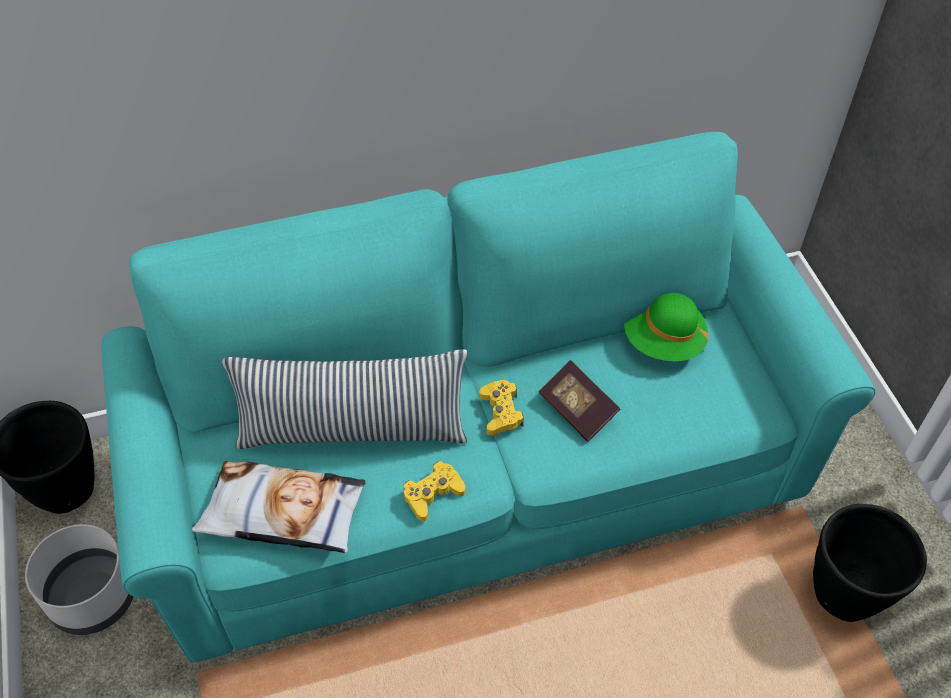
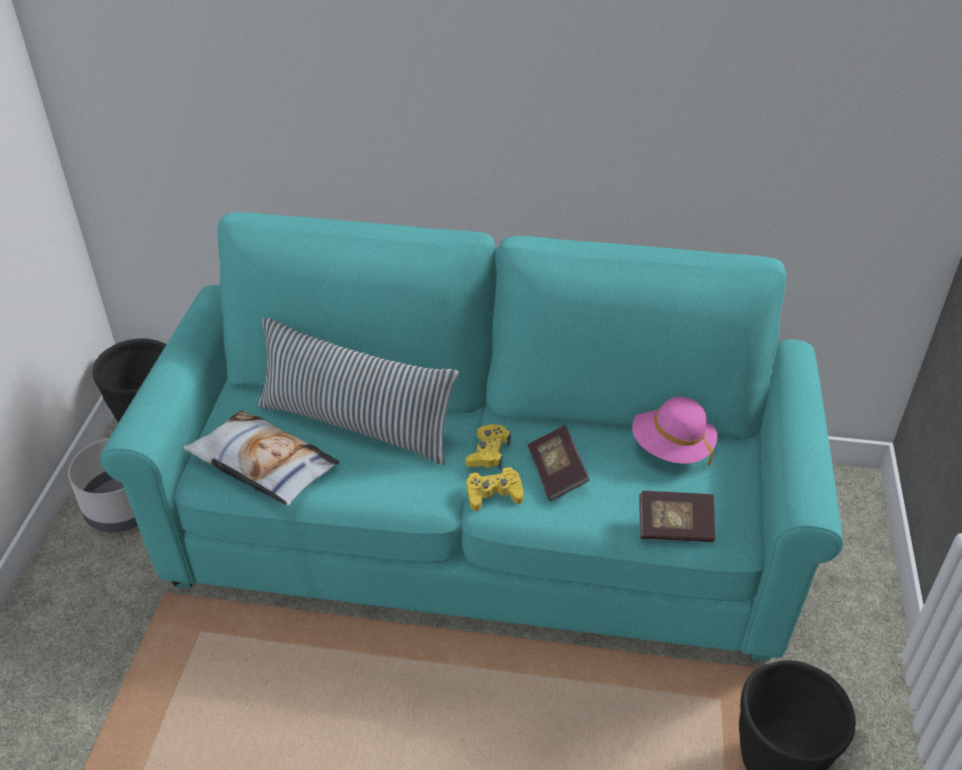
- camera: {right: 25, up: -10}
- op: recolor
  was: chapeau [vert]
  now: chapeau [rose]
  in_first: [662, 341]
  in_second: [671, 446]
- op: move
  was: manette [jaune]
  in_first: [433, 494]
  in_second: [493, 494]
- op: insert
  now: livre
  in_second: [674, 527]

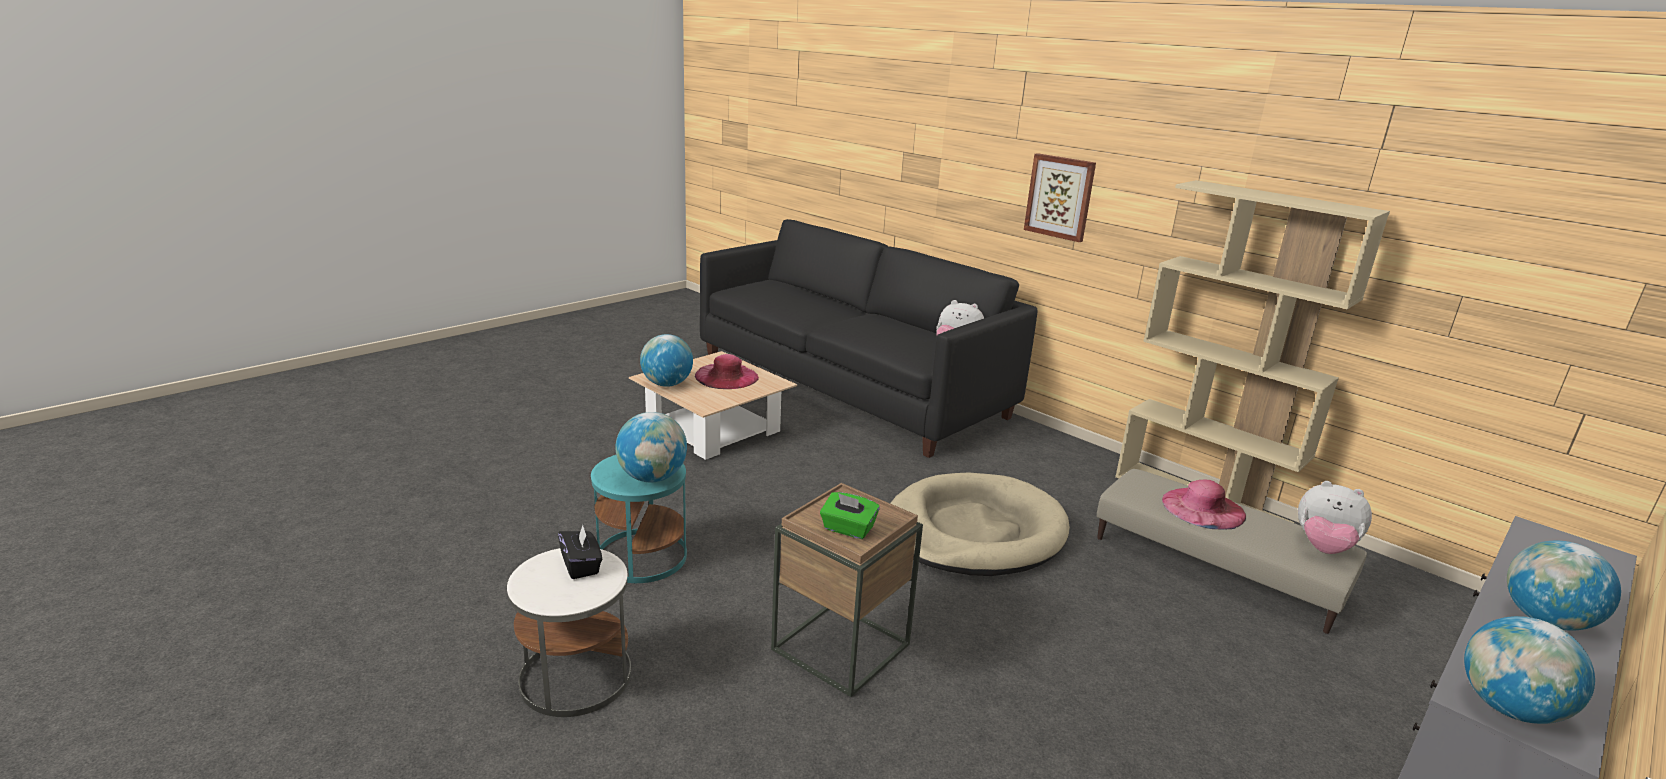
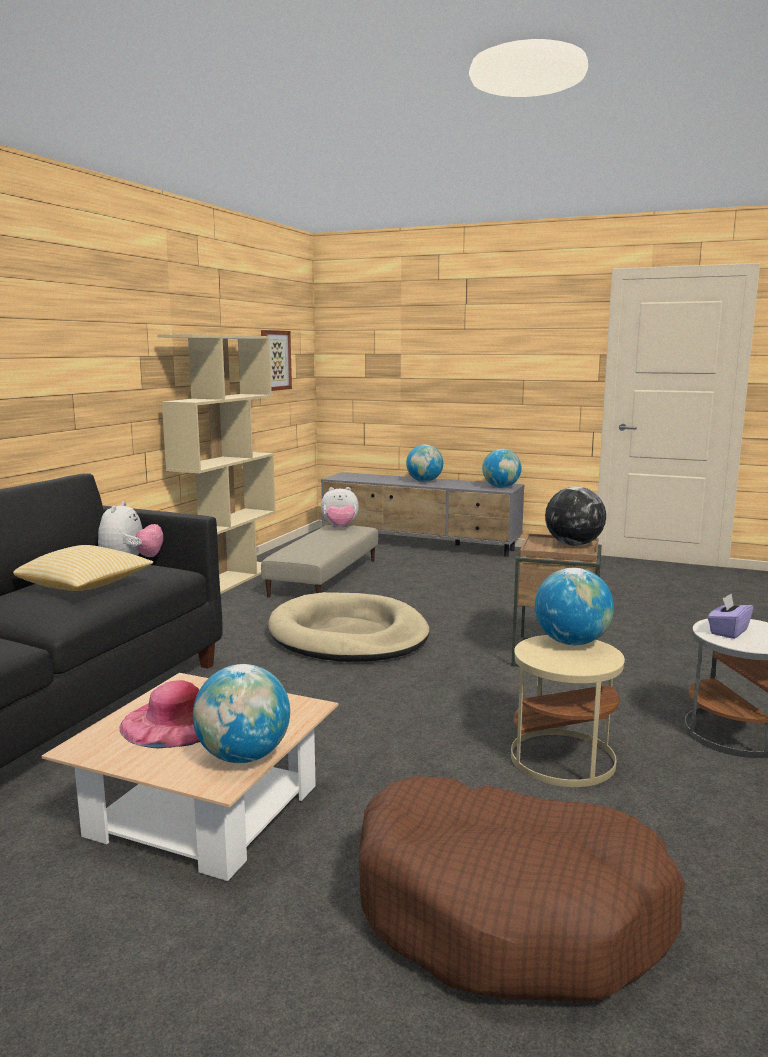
- camera: {right: -110, up: -10}
- op: move
  was: tableau
  in_first: [1060, 197]
  in_second: [274, 360]
- op: recolor
  was: table d'appoint [turquoise]
  now: table d'appoint [beige]
  in_first: [641, 557]
  in_second: [563, 759]
- op: delete
  was: chapeau [rose]
  in_first: [1203, 508]
- op: rotate
  was: peluche
  in_first: [1323, 548]
  in_second: [340, 527]
  clockwise: 75
- op: replace
  was: boîte à mouchoirs [vert]
  now: globe
  in_first: [848, 529]
  in_second: [573, 545]
- op: recolor
  was: boîte à mouchoirs [noir]
  now: boîte à mouchoirs [violet]
  in_first: [581, 565]
  in_second: [728, 631]
- op: insert
  now: coussin
  in_second: [85, 586]
- op: insert
  now: panier pour chien [marron]
  in_second: [509, 911]

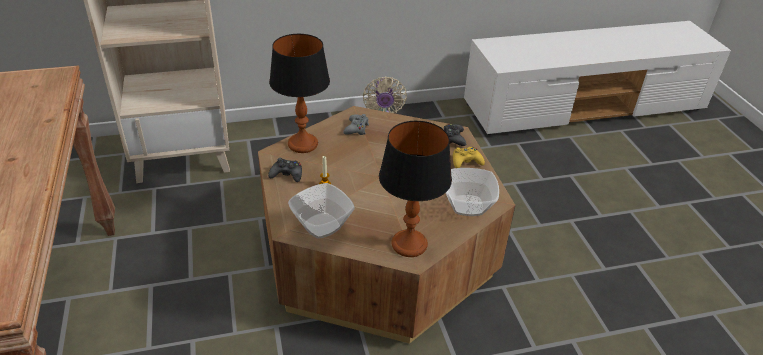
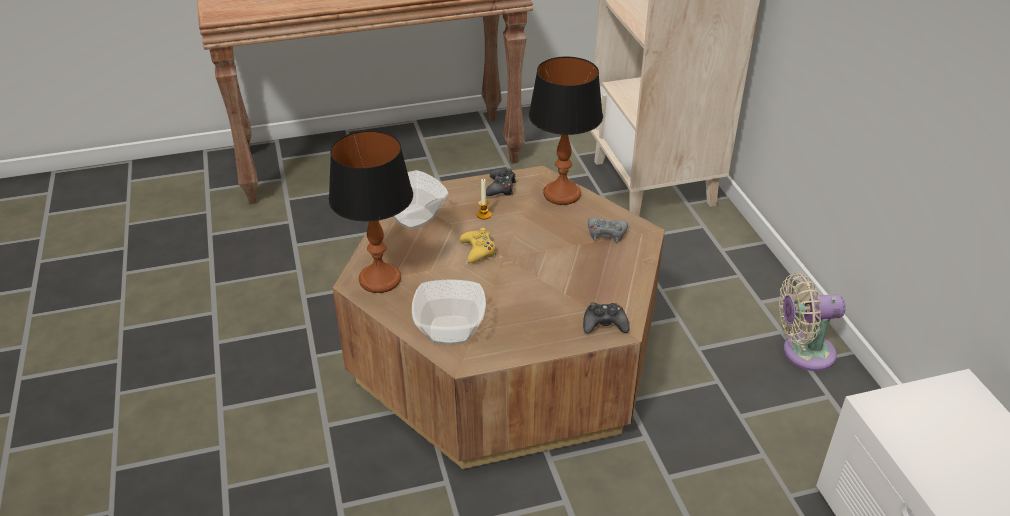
- camera: {right: 90, up: 0}
- op: move
  was: manette [jaune]
  in_first: [466, 161]
  in_second: [478, 250]

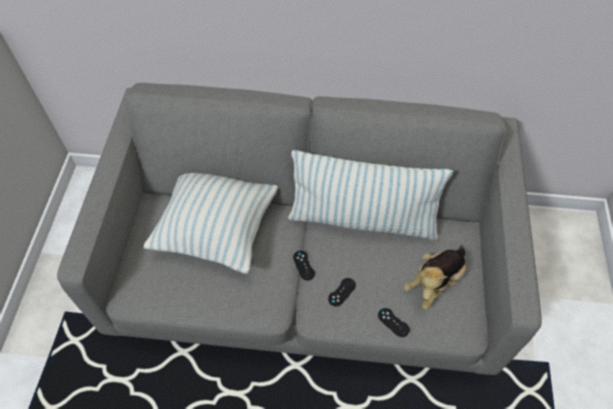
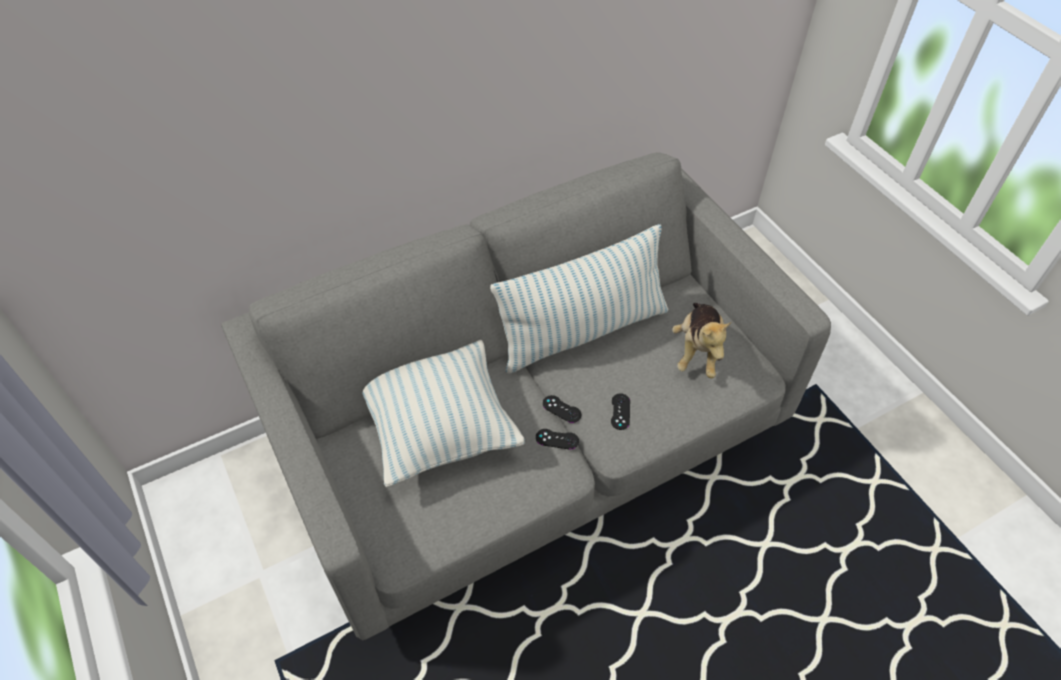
- camera: {right: -35, up: -5}
- op: move
  was: manette [noir]
  in_first: [393, 322]
  in_second: [557, 439]

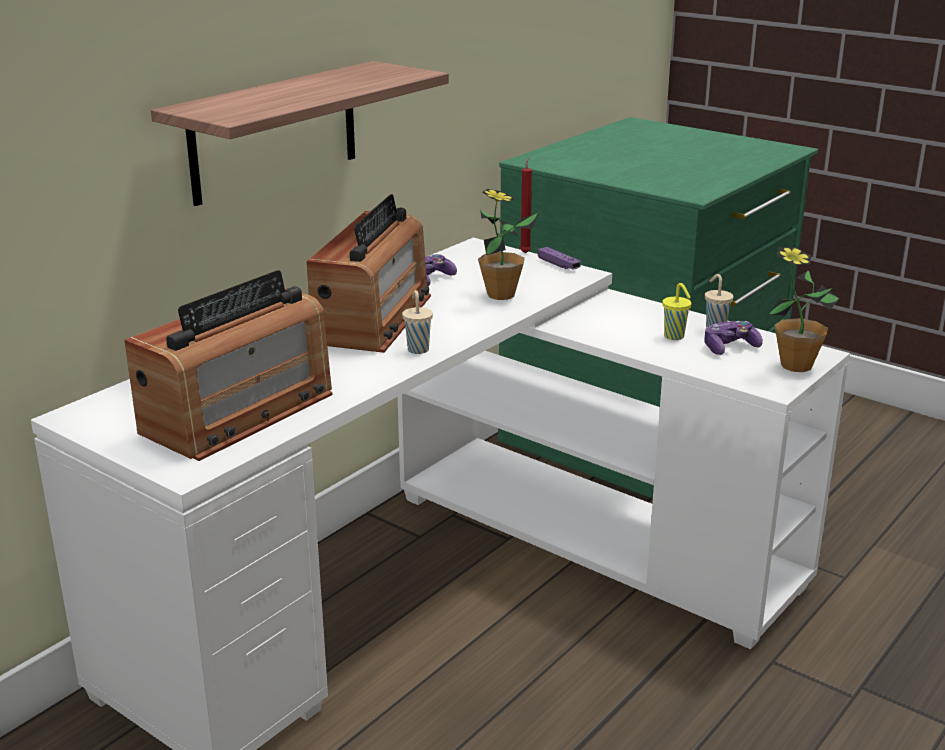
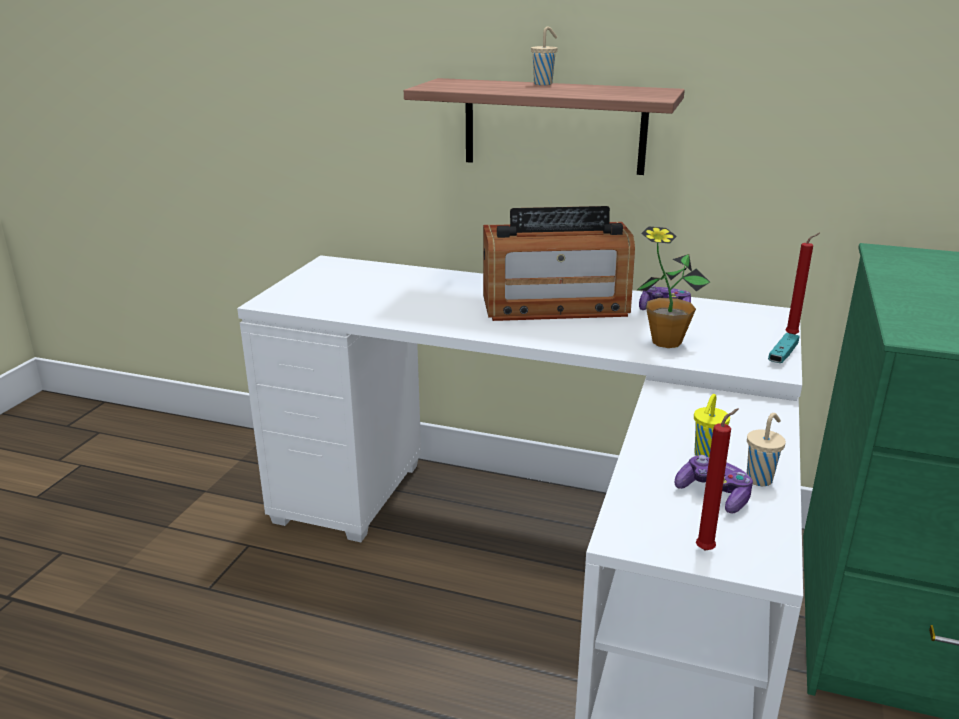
- camera: {right: 70, up: 0}
- op: recolor
  was: manette [violet]
  now: manette [turquoise]
  in_first: [558, 265]
  in_second: [782, 355]
- op: replace
  was: plante en pot
  now: bougie [rouge]
  in_first: [796, 366]
  in_second: [707, 549]
- op: delete
  was: radio
  in_first: [239, 413]
- op: move
  was: tasse [beige]
  in_first: [418, 349]
  in_second: [544, 84]

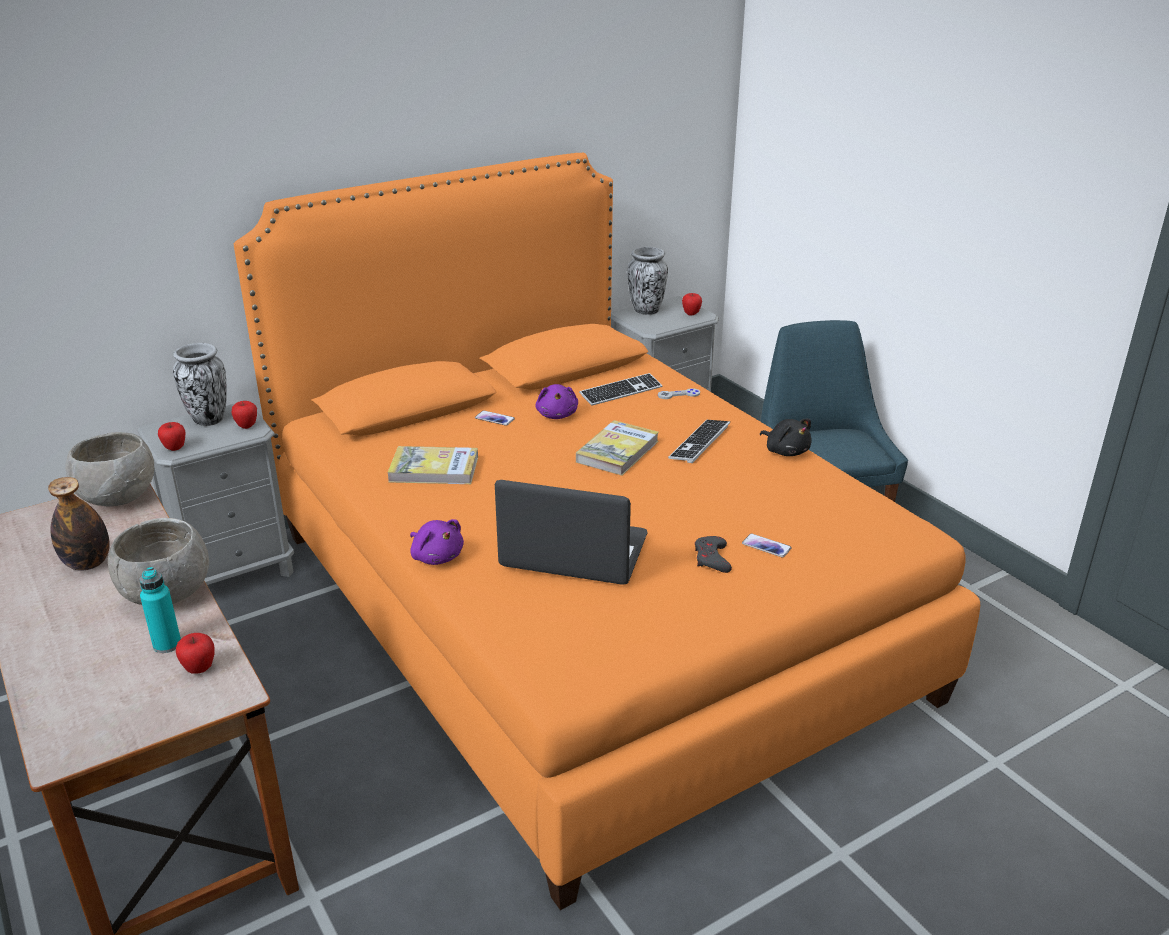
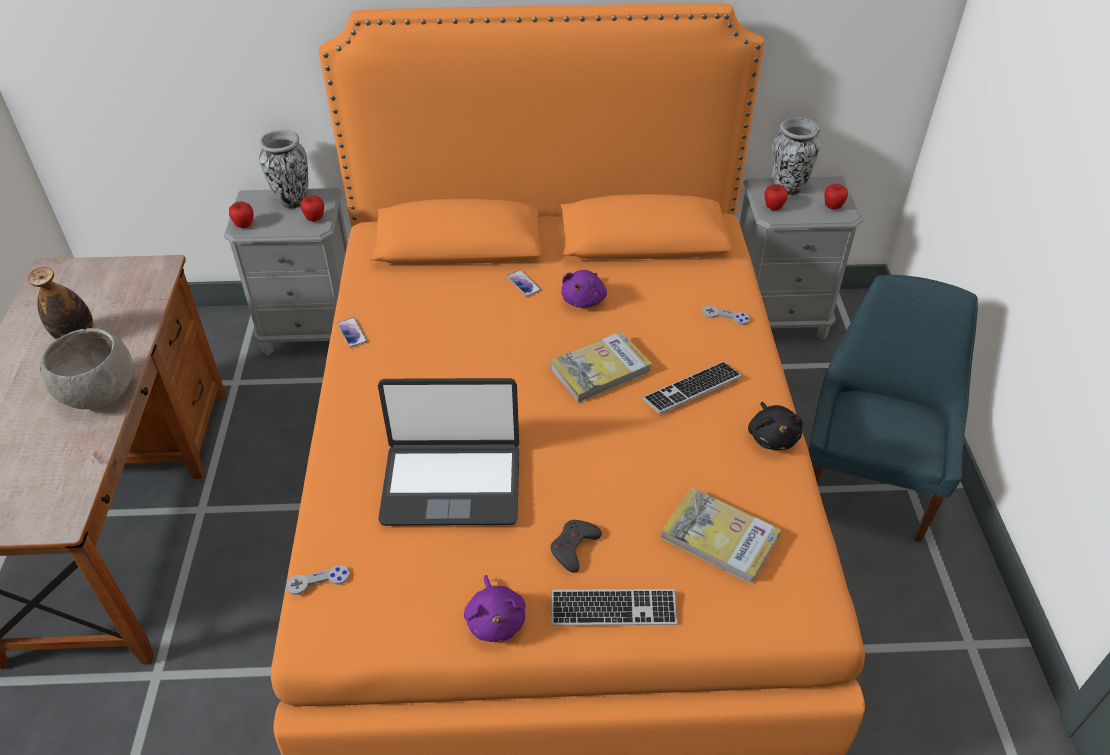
- camera: {right: 30, up: 15}
- op: move
  was: clavier
  in_first: [621, 391]
  in_second: [613, 609]
- op: delete
  was: bol [gris]
  in_first: [119, 498]
- op: move
  was: livre
  in_first: [434, 469]
  in_second: [719, 538]
- op: rotate
  was: ordinateur portable
  in_first: [574, 553]
  in_second: [451, 483]
  clockwise: 135
- op: move
  was: peluche [violet]
  in_first: [436, 556]
  in_second: [496, 620]
- op: move
  was: téléphone
  in_first: [766, 546]
  in_second: [352, 333]
- op: delete
  was: bouteille [turquoise]
  in_first: [167, 644]
- op: move
  was: pomme
  in_first: [199, 669]
  in_second: [773, 208]
- op: insert
  now: manette [gris]
  in_second: [318, 581]

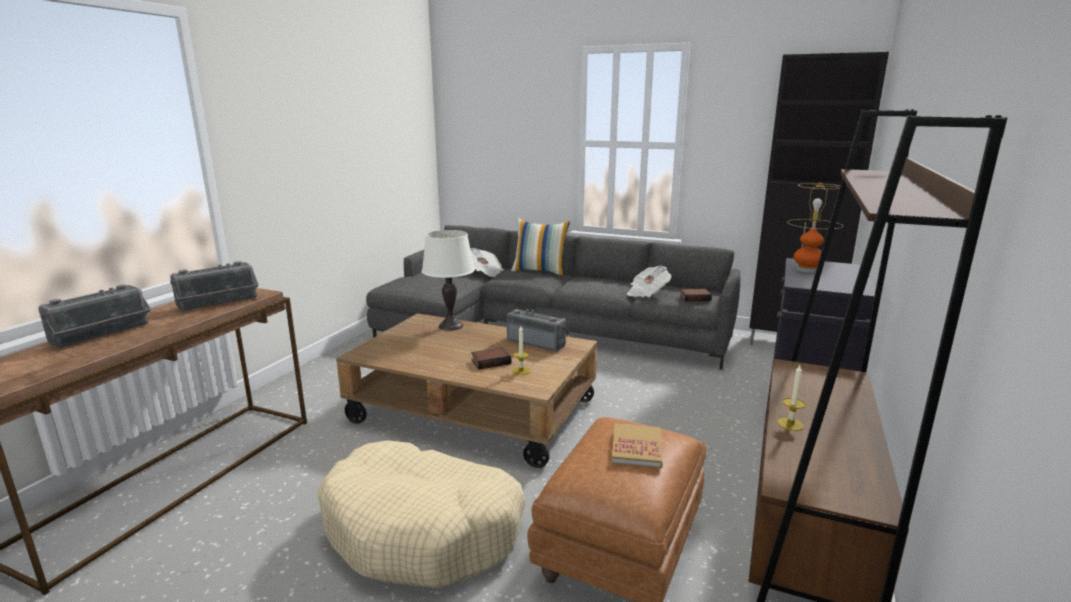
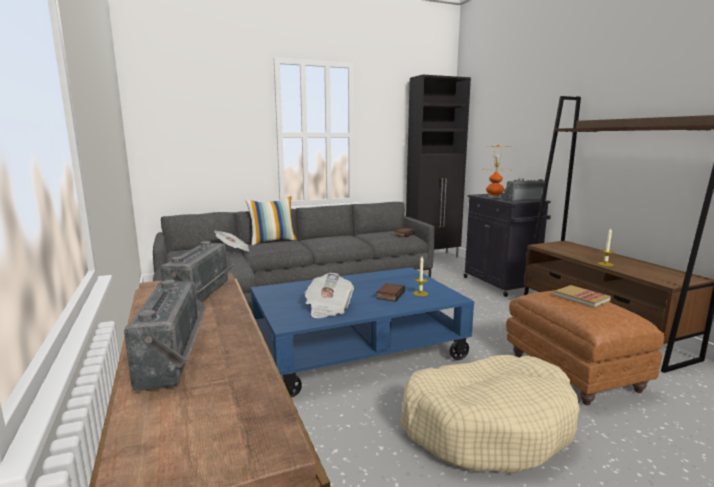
- camera: {right: -45, up: -5}
- op: delete
  was: lampe de table [blanc]
  in_first: [451, 326]
- op: move
  was: journal
  in_first: [647, 293]
  in_second: [328, 308]
- op: move
  was: radio
  in_first: [537, 342]
  in_second: [524, 200]
- op: recolor
  was: table basse [marron]
  now: table basse [bleu]
  in_first: [474, 411]
  in_second: [357, 349]

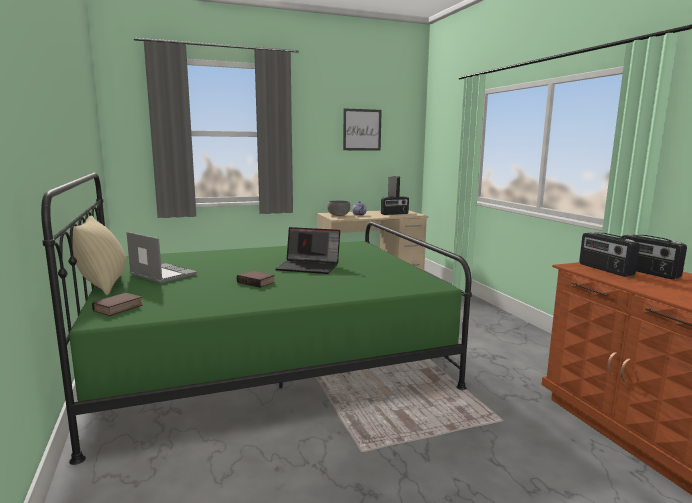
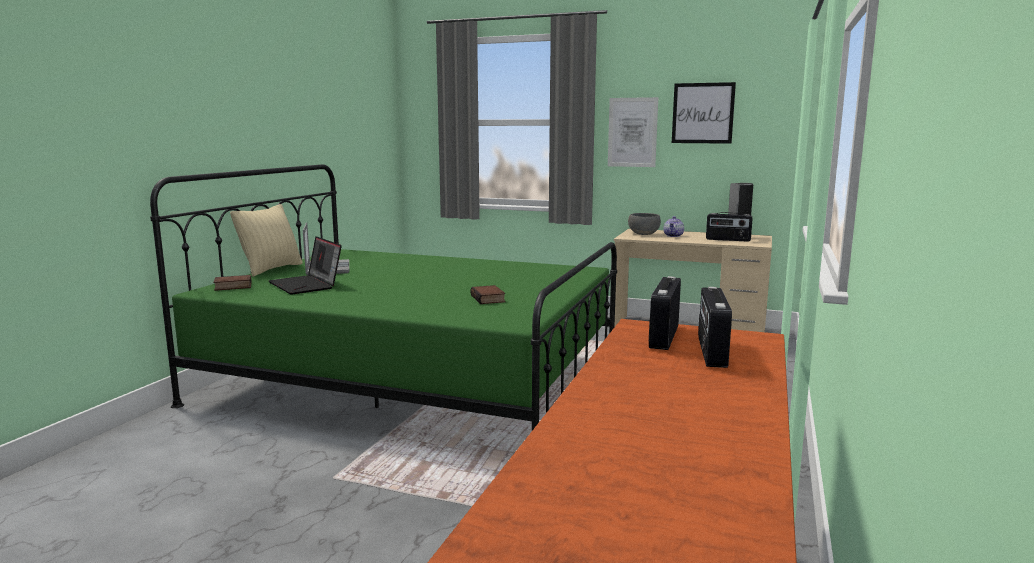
- camera: {right: 40, up: 0}
- op: move
  was: ordinateur portable
  in_first: [309, 267]
  in_second: [307, 285]
- op: move
  was: livre
  in_first: [257, 282]
  in_second: [489, 299]
- op: insert
  now: tableau
  in_second: [632, 132]

